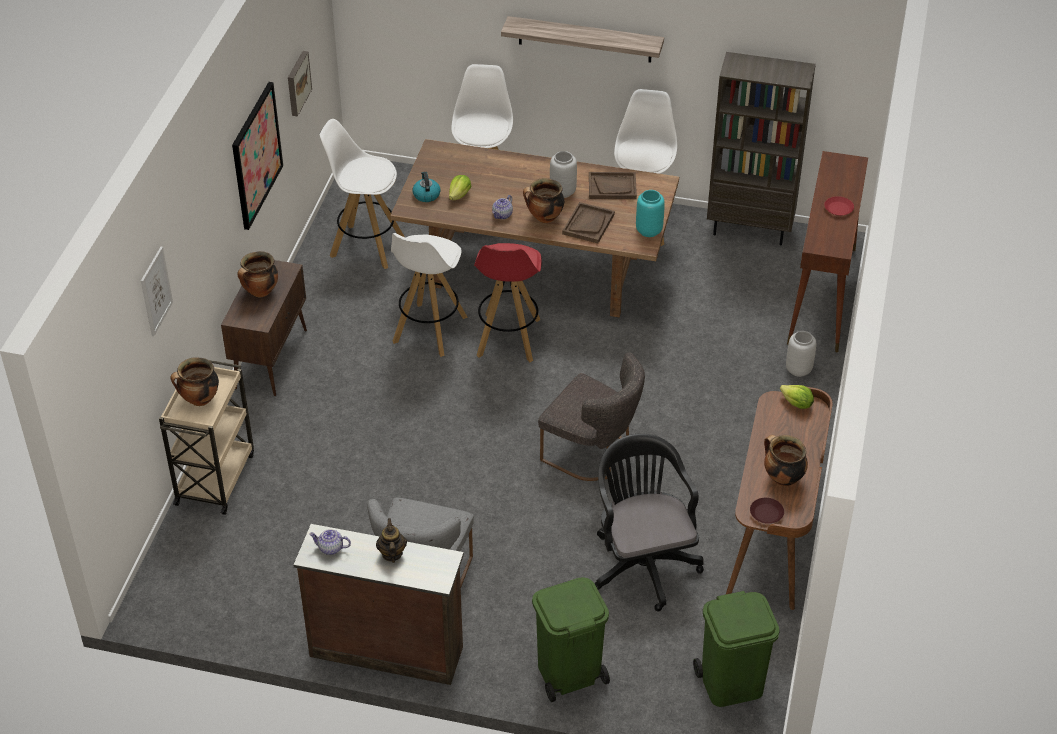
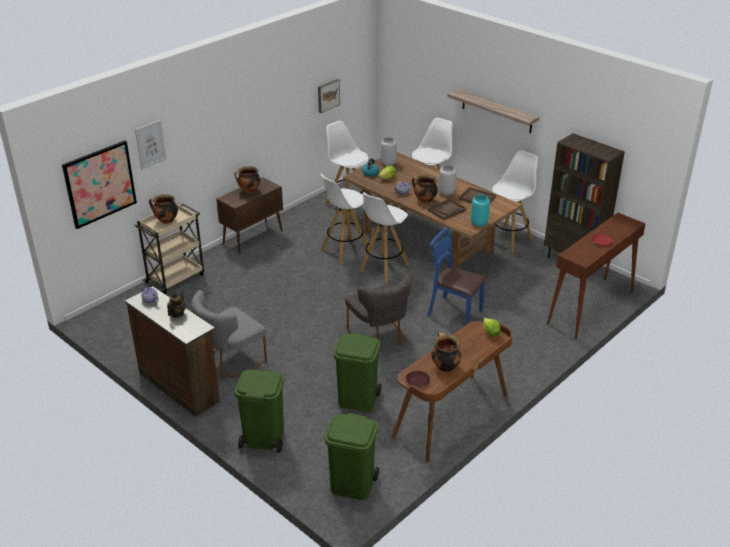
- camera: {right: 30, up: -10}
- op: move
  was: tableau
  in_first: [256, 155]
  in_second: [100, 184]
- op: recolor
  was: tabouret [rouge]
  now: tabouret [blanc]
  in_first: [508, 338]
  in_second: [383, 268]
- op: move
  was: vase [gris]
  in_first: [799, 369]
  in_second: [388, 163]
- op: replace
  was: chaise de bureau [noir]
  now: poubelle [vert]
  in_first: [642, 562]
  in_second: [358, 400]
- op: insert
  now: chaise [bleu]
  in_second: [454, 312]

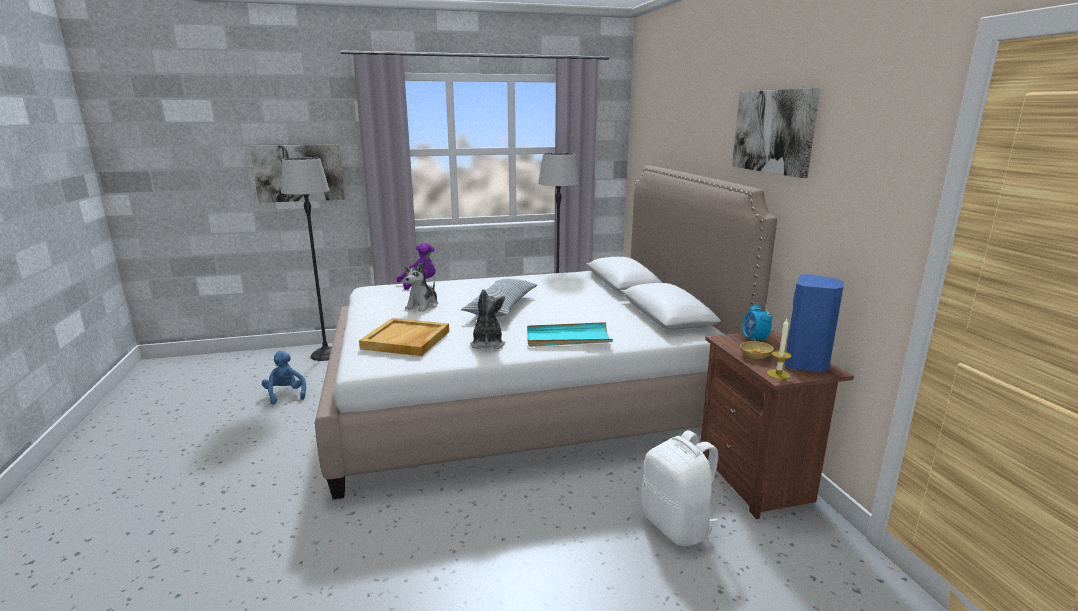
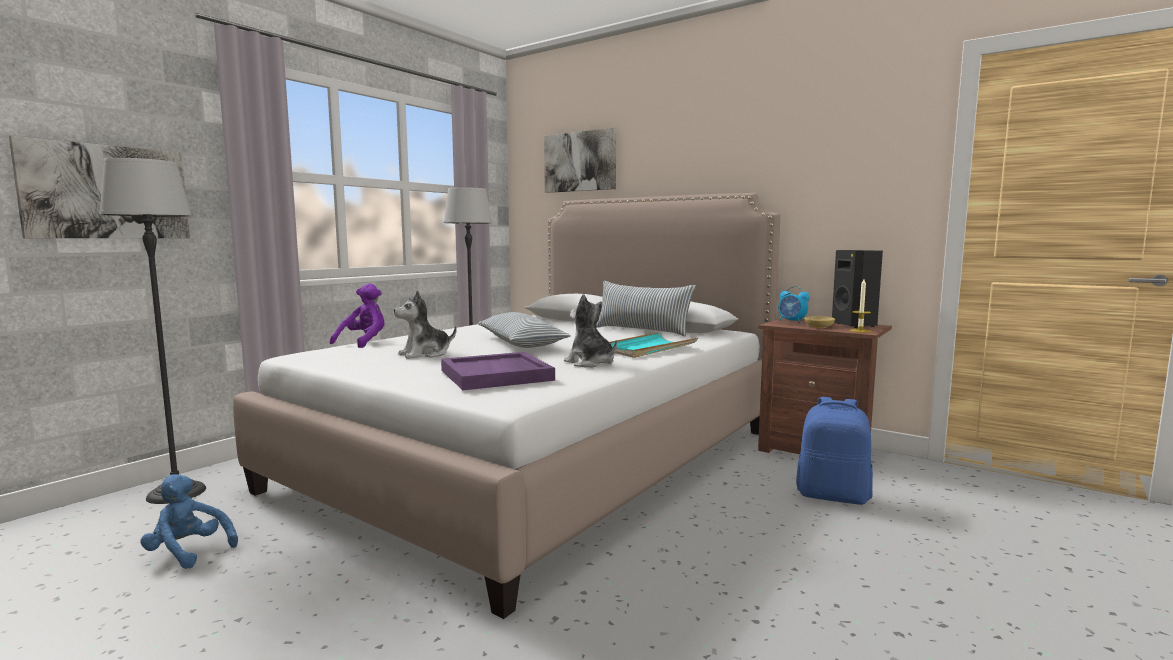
- camera: {right: -40, up: -10}
- op: move
  was: tableau
  in_first: [774, 131]
  in_second: [580, 162]
- op: rotate
  was: peluche
  in_first: [423, 306]
  in_second: [425, 354]
  clockwise: 75
- op: recolor
  was: enceinte [bleu]
  now: enceinte [noir]
  in_first: [807, 364]
  in_second: [856, 325]
- op: recolor
  was: plateau [beige]
  now: plateau [violet]
  in_first: [406, 340]
  in_second: [497, 375]
- op: recolor
  was: sac à dos [blanc]
  now: sac à dos [bleu]
  in_first: [677, 526]
  in_second: [833, 495]
- op: insert
  now: coussin
  in_second: [642, 331]

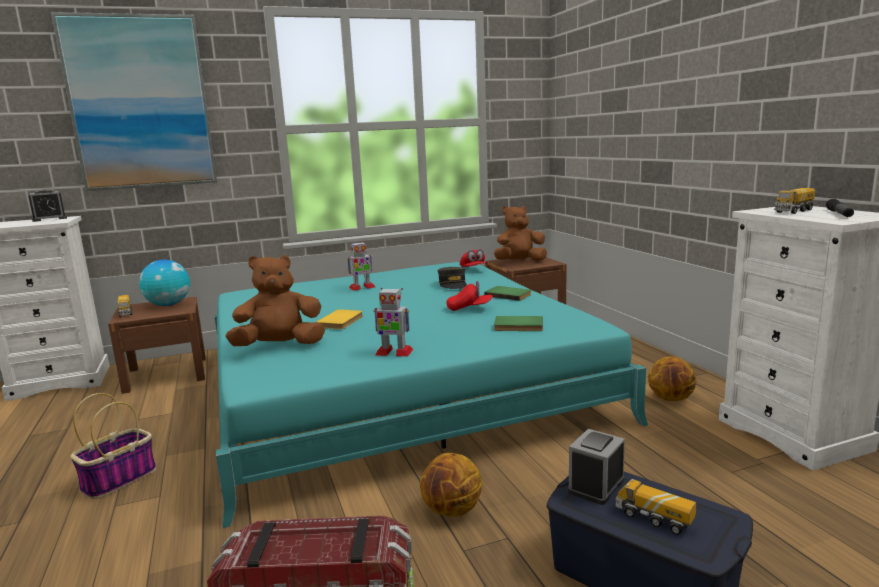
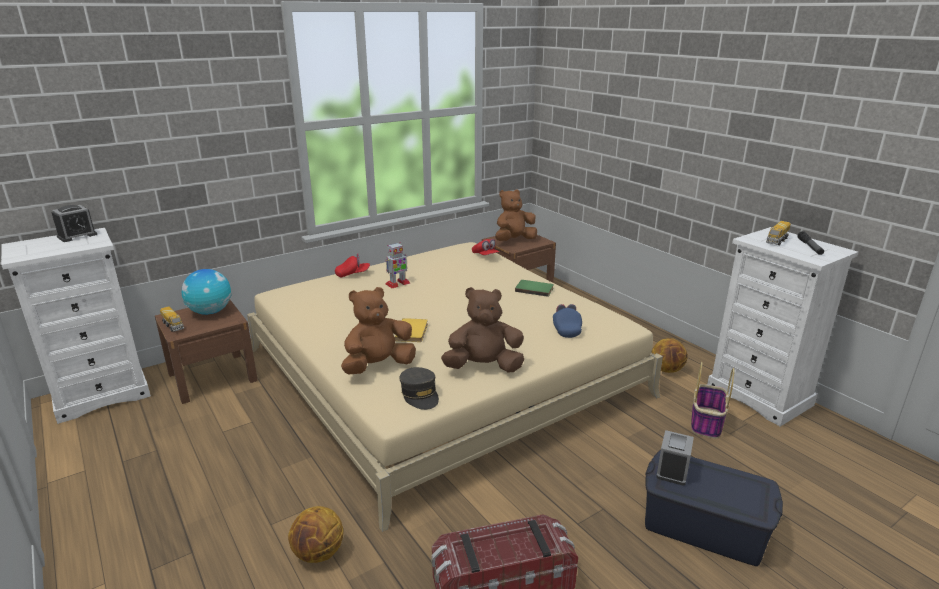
- camera: {right: -15, up: 10}
- op: delete
  was: tableau
  in_first: [140, 103]
- op: recolor
  was: lit [turquoise]
  now: lit [beige]
  in_first: [395, 385]
  in_second: [442, 372]
- op: move
  was: casquette [gris]
  in_first: [453, 284]
  in_second: [420, 395]
- op: move
  was: casquette [rouge]
  in_first: [469, 308]
  in_second: [352, 274]
- op: replace
  was: robot jouet
  now: peluche [marron]
  in_first: [393, 352]
  in_second: [484, 367]
- op: replace
  was: livre [vert]
  now: casquette [bleu]
  in_first: [518, 326]
  in_second: [566, 329]
- op: move
  was: panier
  in_first: [119, 479]
  in_second: [706, 422]
- op: move
  was: ballon de basket
  in_first: [452, 511]
  in_second: [319, 553]
- op: delete
  was: camion jouet
  in_first: [653, 519]

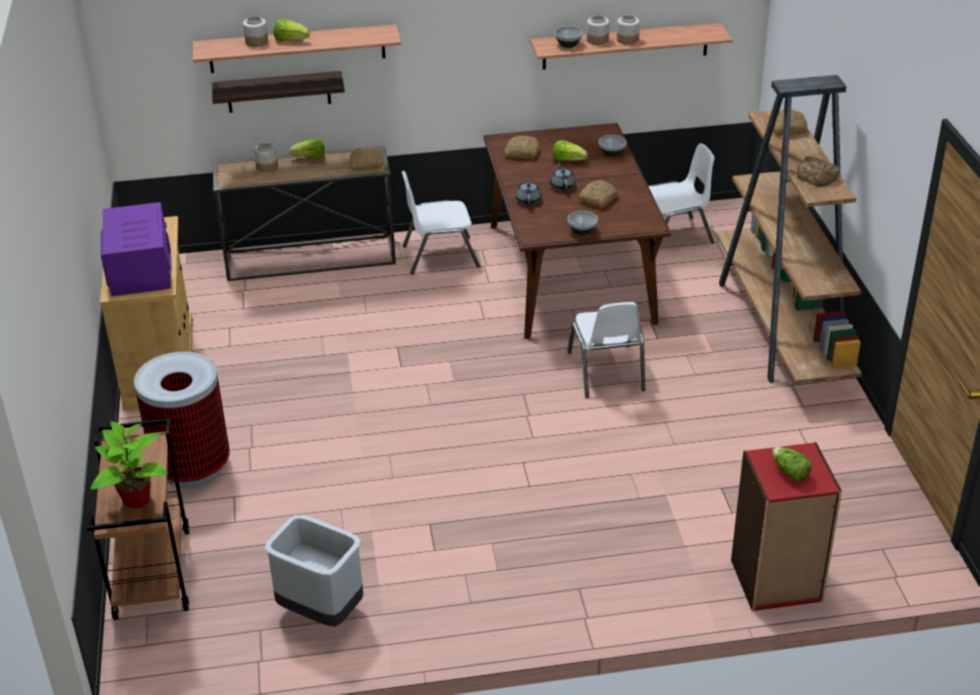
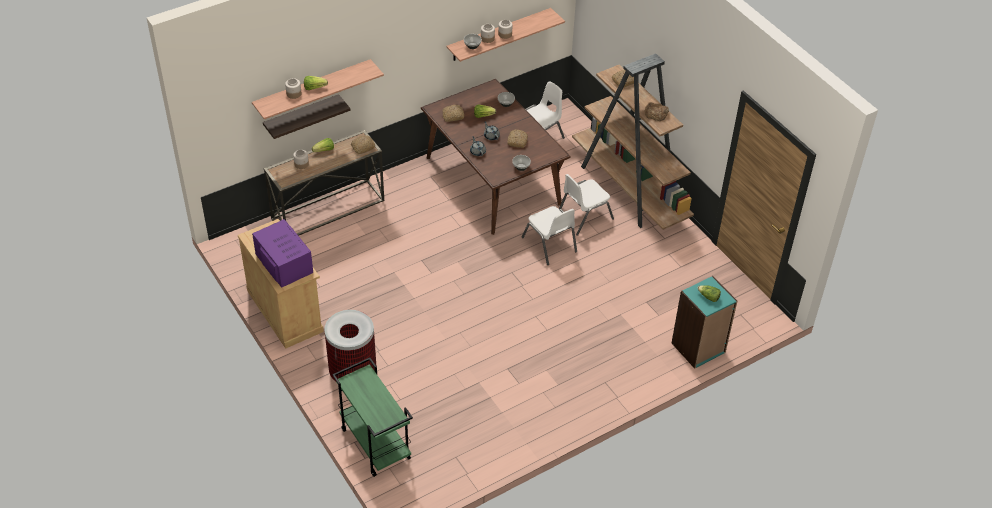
- camera: {right: -25, up: 10}
- op: move
  was: chaise [blanc]
  in_first: [440, 256]
  in_second: [584, 216]
- op: recolor
  was: chariot [marron]
  now: chariot [vert]
  in_first: [151, 573]
  in_second: [374, 443]
- op: delete
  was: plante en pot
  in_first: [136, 499]
- op: recolor
  was: bibliothèque [rouge]
  now: bibliothèque [turquoise]
  in_first: [776, 581]
  in_second: [698, 348]
- op: delete
  was: poubelle [gris]
  in_first: [320, 611]

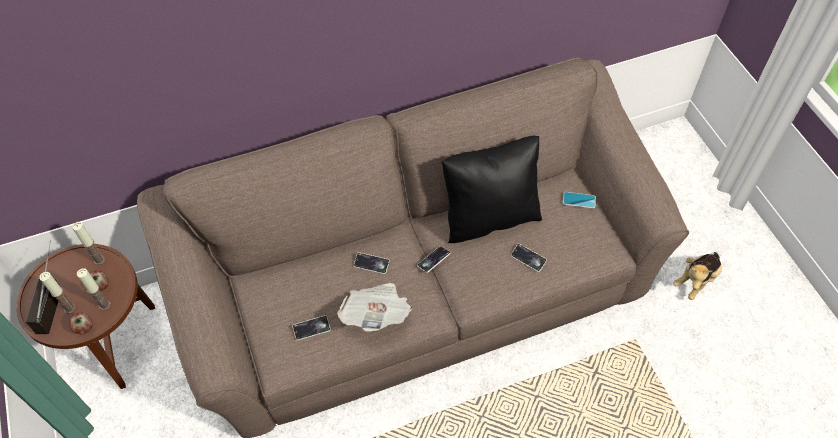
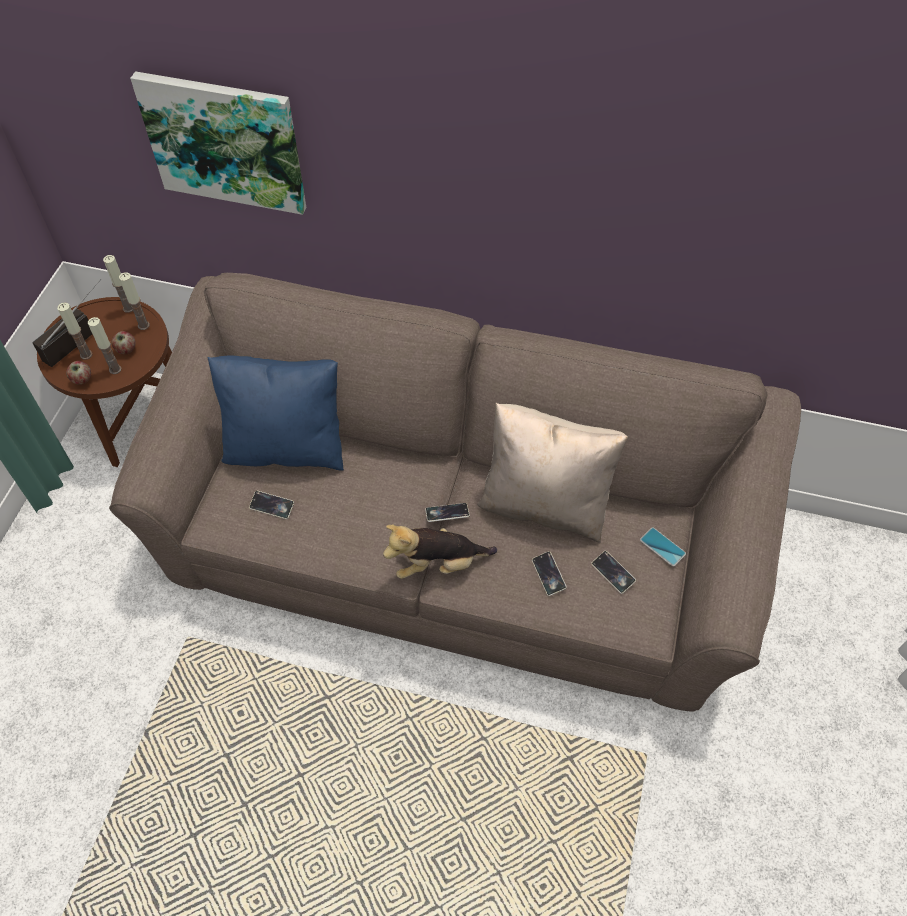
- camera: {right: 35, up: 0}
- op: recolor
  was: coussin [noir]
  now: coussin [beige]
  in_first: [489, 217]
  in_second: [545, 504]
- op: move
  was: téléphone
  in_first: [371, 264]
  in_second: [613, 573]
- op: move
  was: peluche
  in_first: [696, 280]
  in_second: [438, 564]
- op: delete
  was: journal
  in_first: [377, 315]
- op: insert
  now: tableau
  in_second: [225, 141]
- op: insert
  now: bougie
  in_second: [128, 308]
- op: insert
  now: coussin [bleu]
  in_second: [286, 447]

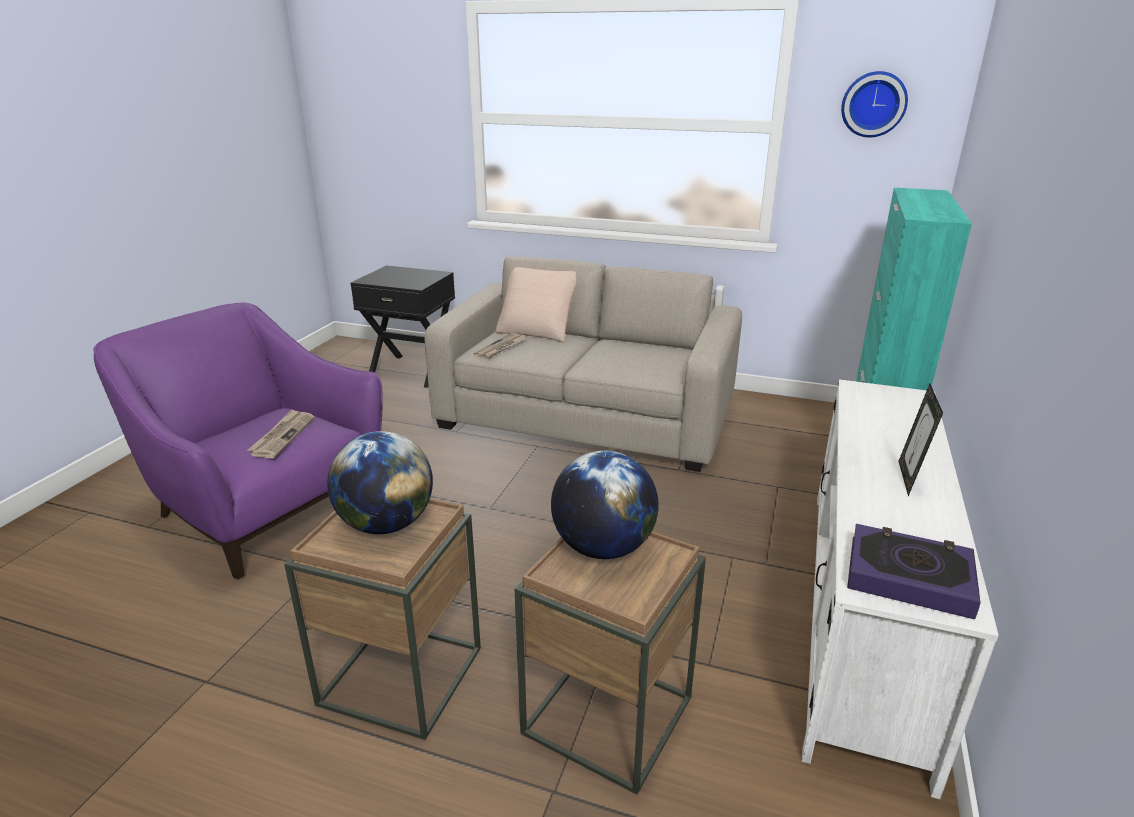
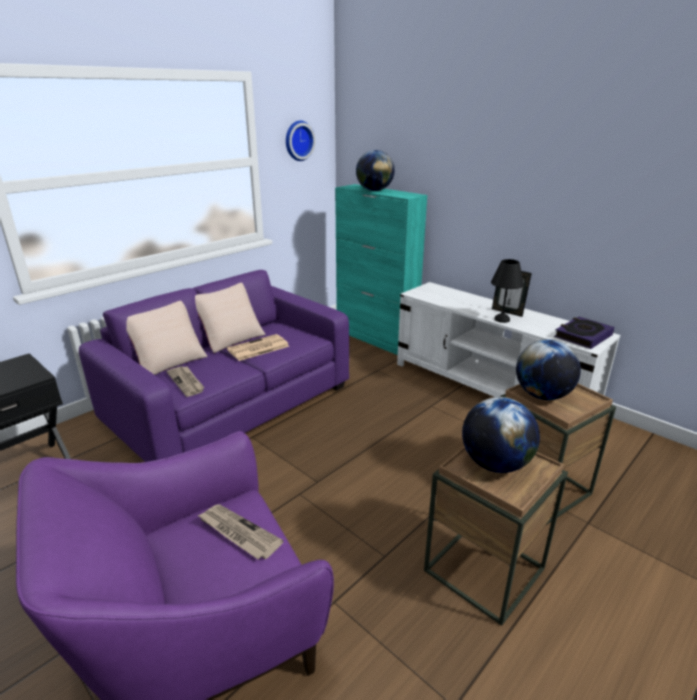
- camera: {right: -65, up: 0}
- op: recolor
  was: canapé [beige]
  now: canapé [violet]
  in_first: [587, 414]
  in_second: [230, 403]
- op: insert
  now: globe
  in_second: [374, 190]
- op: insert
  now: lampe de table [noir]
  in_second: [501, 319]
- op: insert
  now: coussin [beige]
  in_second: [231, 338]
- op: insert
  now: journal
  in_second: [257, 348]

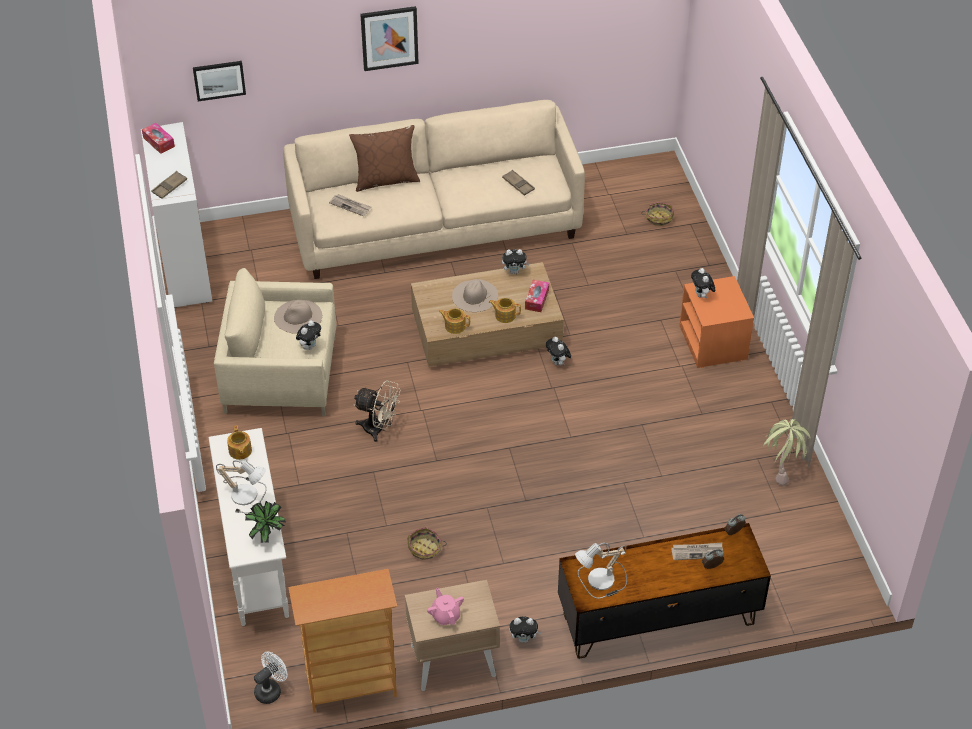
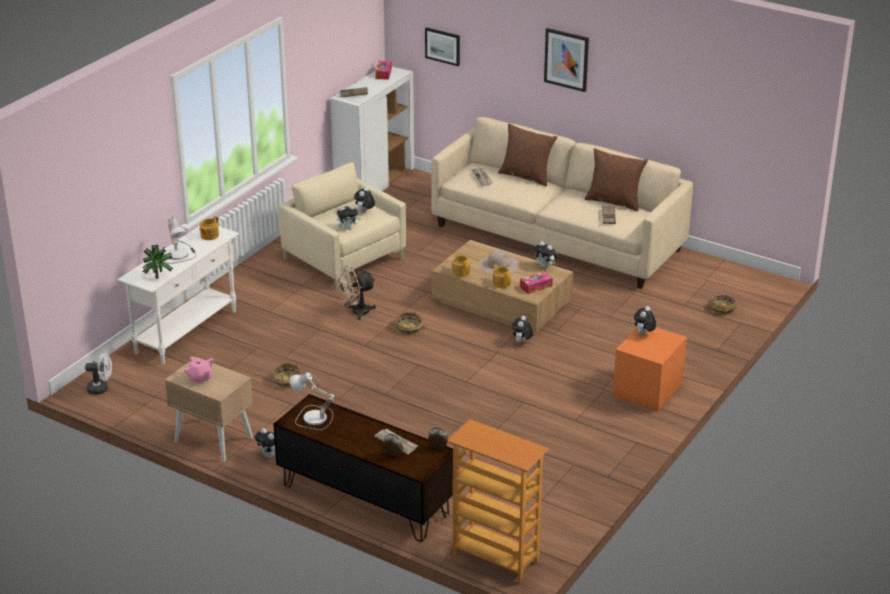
- camera: {right: 45, up: -15}
- op: replace
  was: chapeau [beige]
  now: peluche
  in_first: [298, 316]
  in_second: [364, 212]
- op: rotate
  was: ventilateur [beige]
  in_first: [379, 429]
  in_second: [356, 312]
  clockwise: 90
- op: delete
  was: plante en pot
  in_first: [781, 470]
- op: move
  was: bibliothèque
  in_first: [351, 688]
  in_second: [494, 559]
- op: rotate
  was: théière [rose]
  in_first: [445, 615]
  in_second: [200, 378]
  clockwise: 120
- op: insert
  now: coussin [marron]
  in_second: [614, 201]
- op: insert
  now: panier
  in_second: [409, 328]

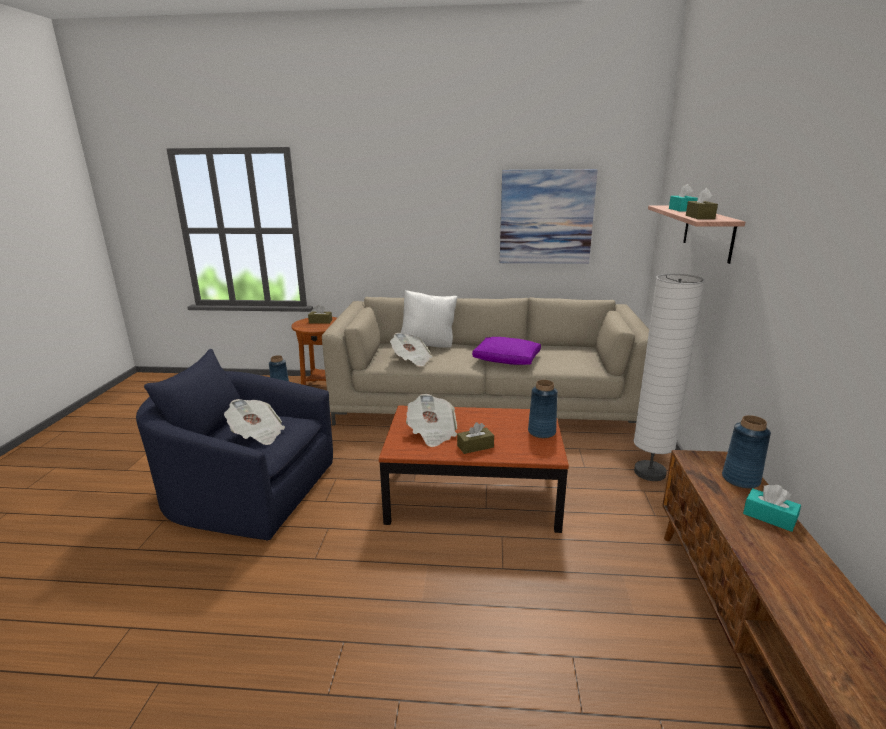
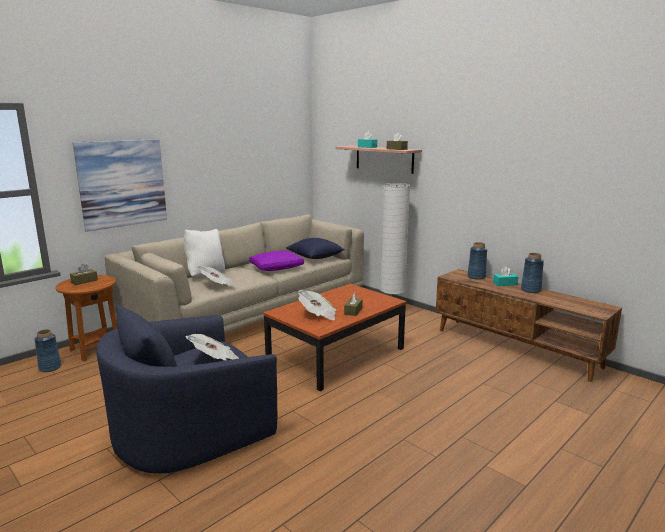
- camera: {right: -50, up: -5}
- op: move
  was: tableau
  in_first: [546, 217]
  in_second: [122, 183]
- op: move
  was: vase [bleu]
  in_first: [541, 432]
  in_second: [530, 290]
- op: insert
  now: coussin [bleu]
  in_second: [315, 257]

